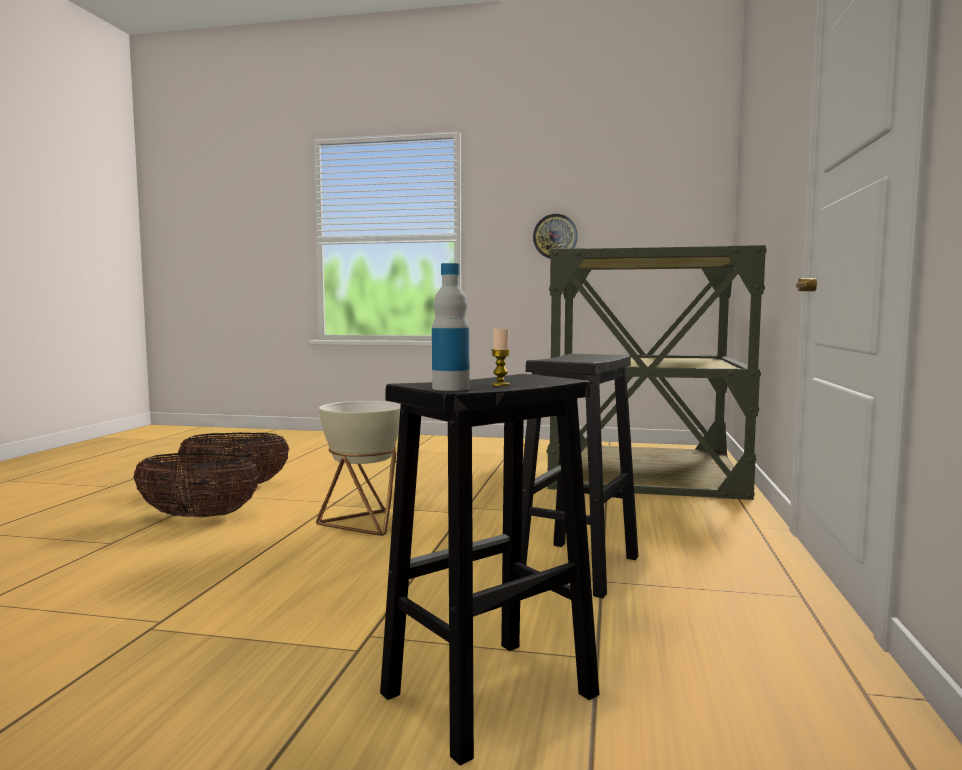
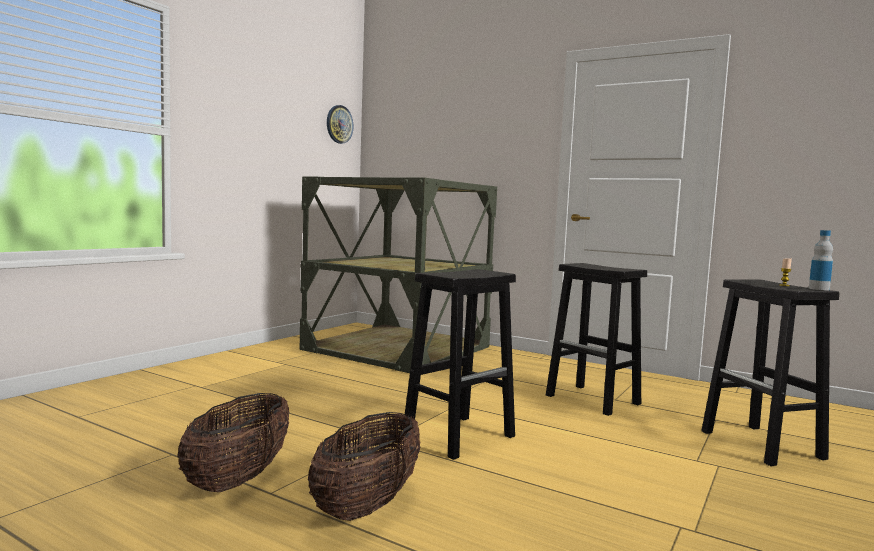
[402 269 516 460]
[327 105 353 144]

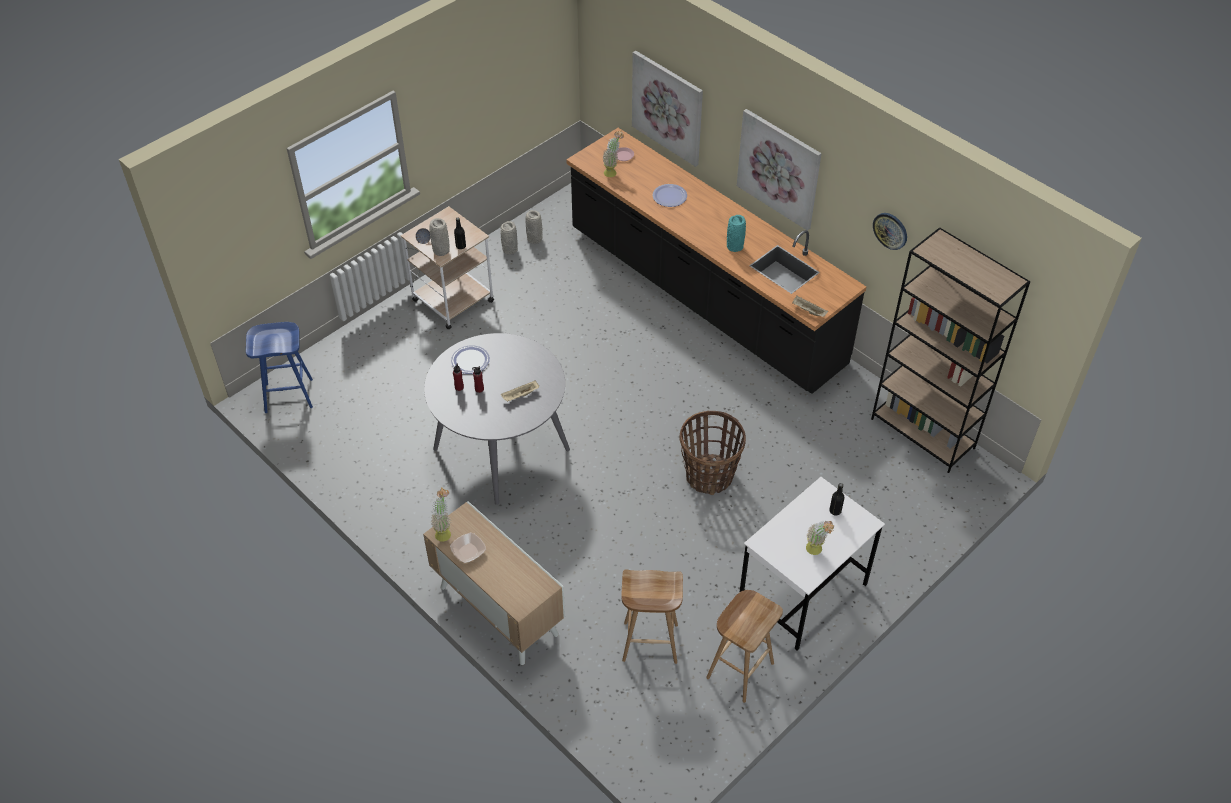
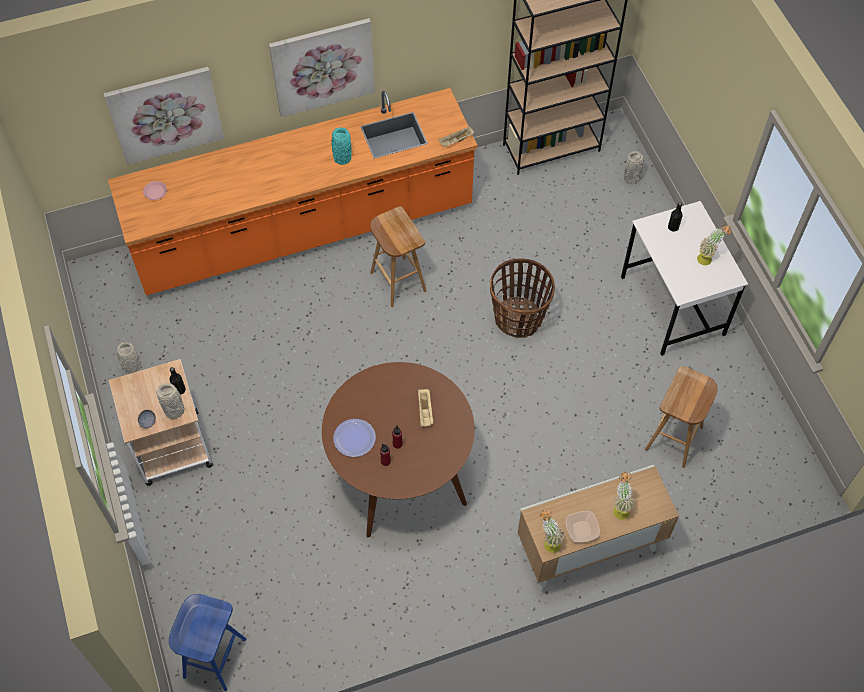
[322 362 475 538]
[624 151 644 184]
[108 88 477 295]
[613 472 635 520]
[653 184 687 207] (first image)
[370 206 426 307]
[873 213 907 250] (first image)

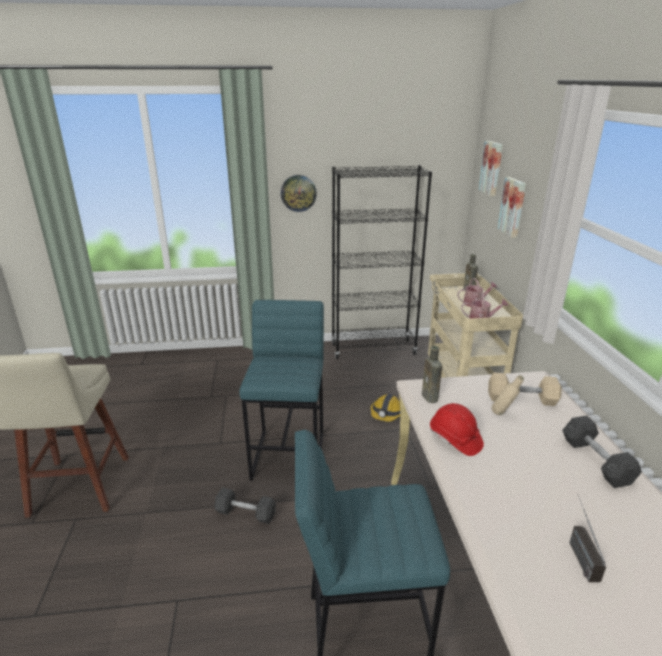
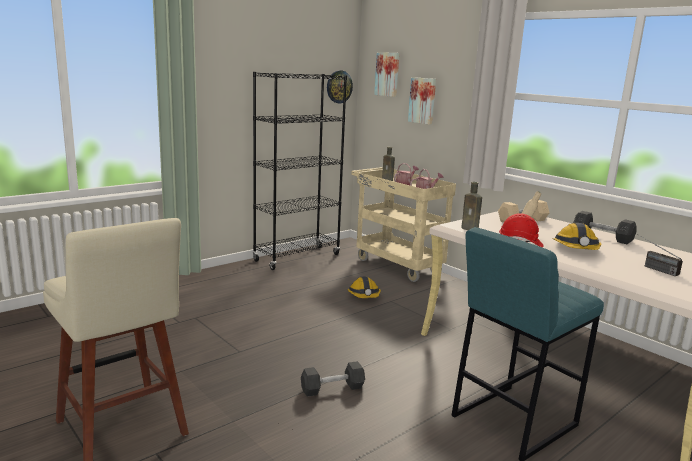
[239 300 324 481] (first image)
[327 70 353 103]
[552 223 602 250]

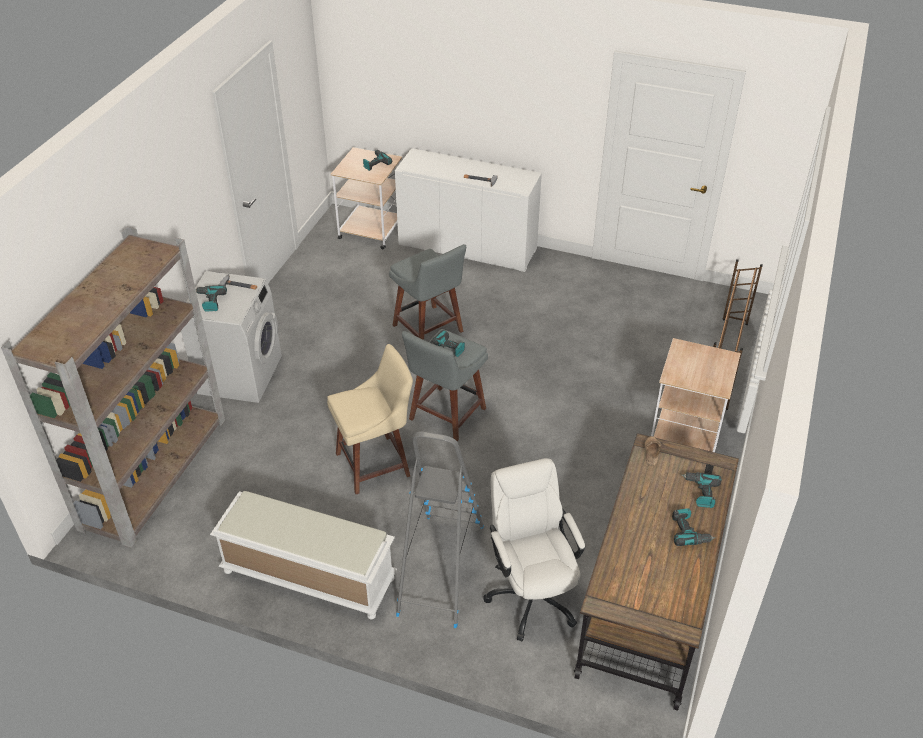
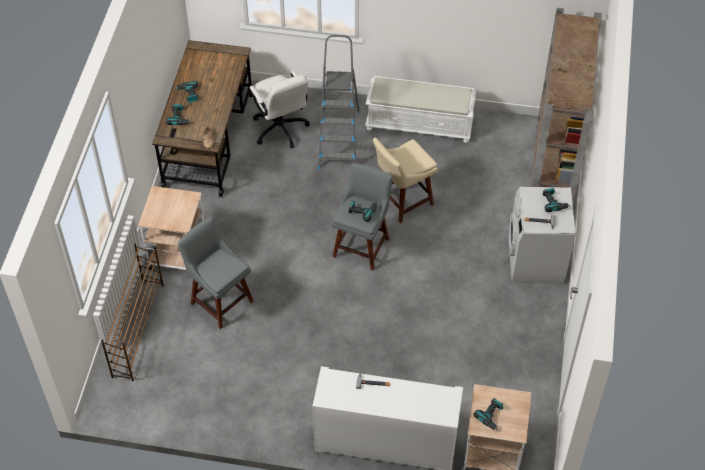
[178 217 254 329]

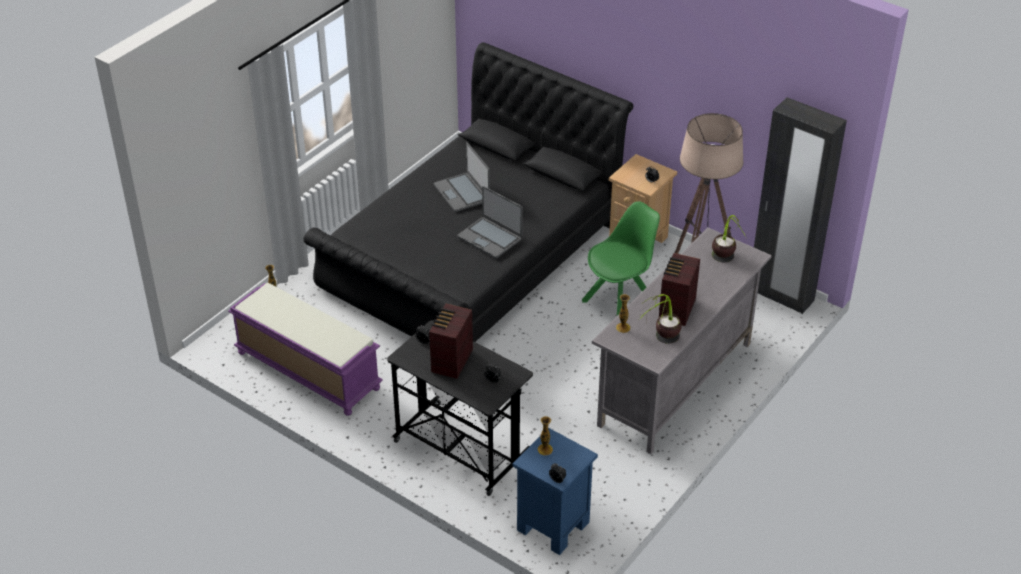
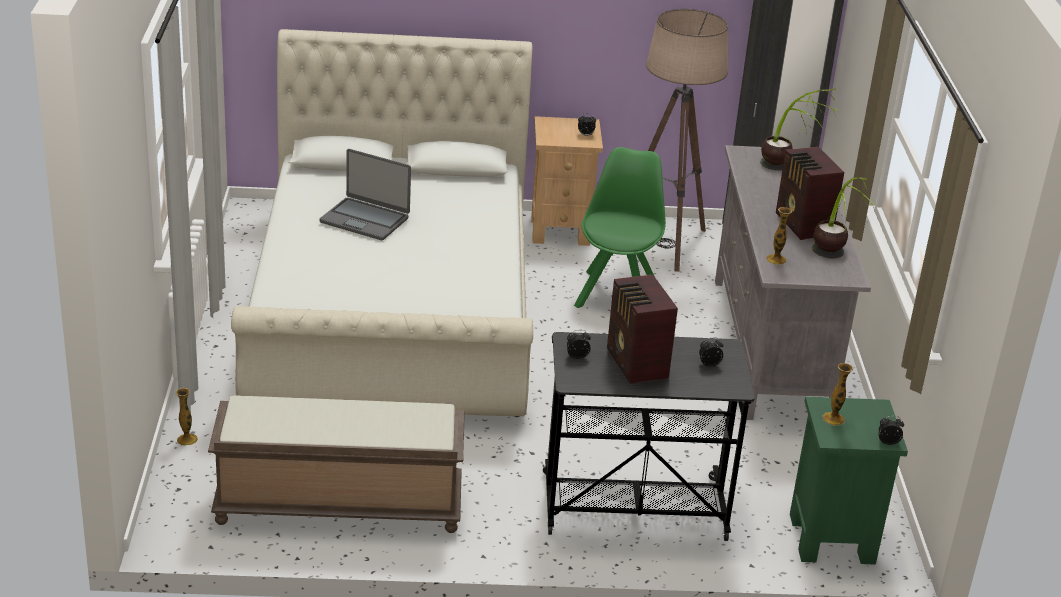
[208 395 465 533]
[231 29 533 417]
[458 186 523 258] (first image)
[790 396 908 565]

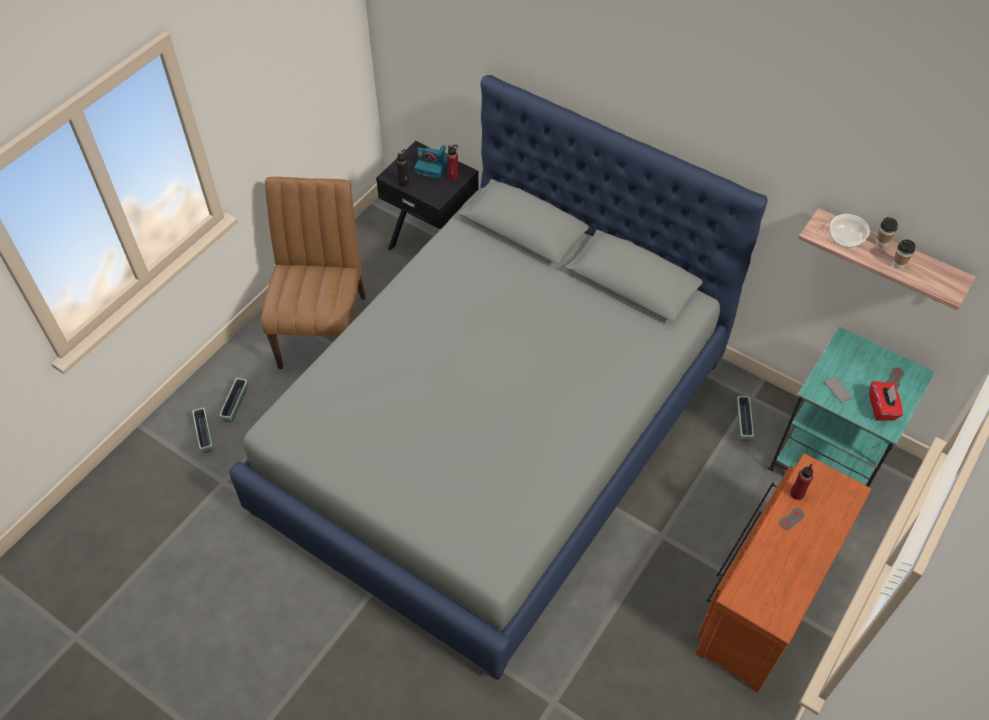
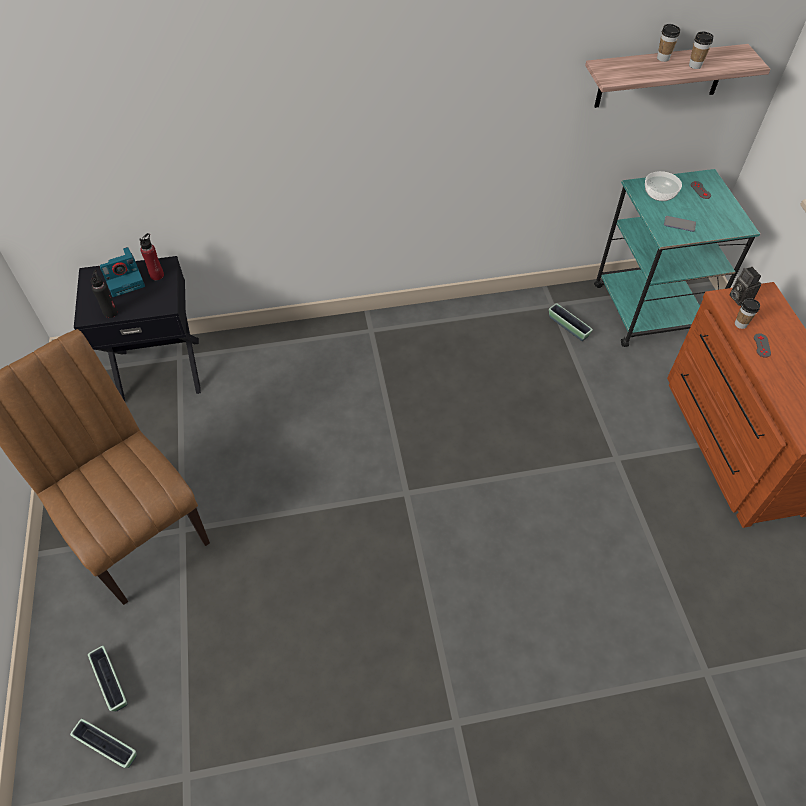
[229 75 768 680] (first image)
[735 298 760 329]
[645 171 682 201]
[869 381 903 421] (first image)
[730 267 761 306]

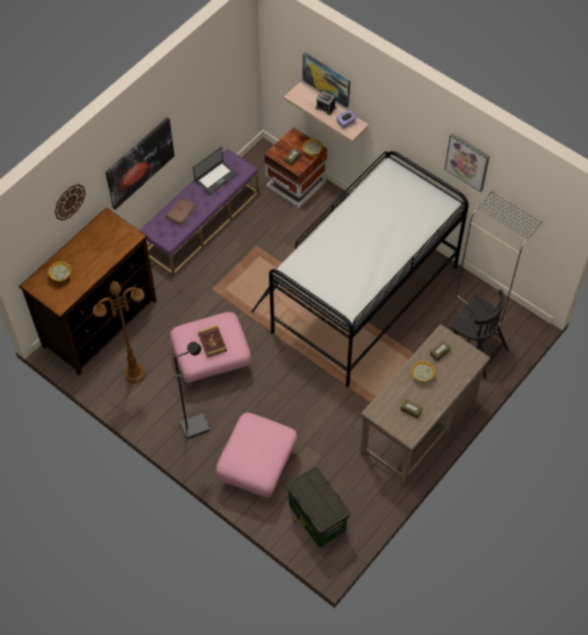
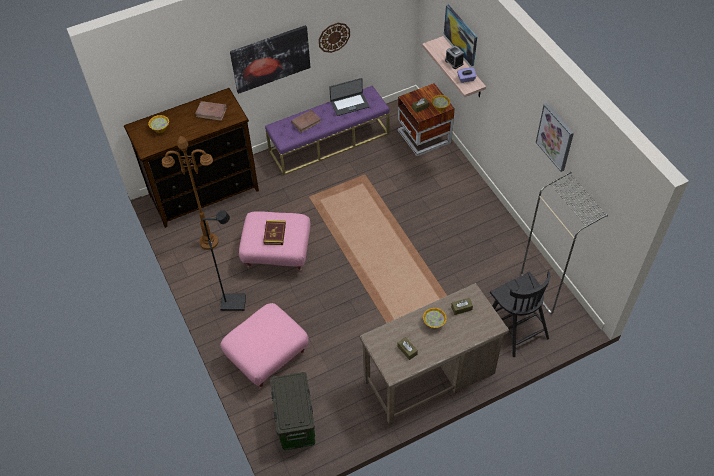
[319 23 350 53]
[251 151 469 387] (first image)
[195 101 227 121]

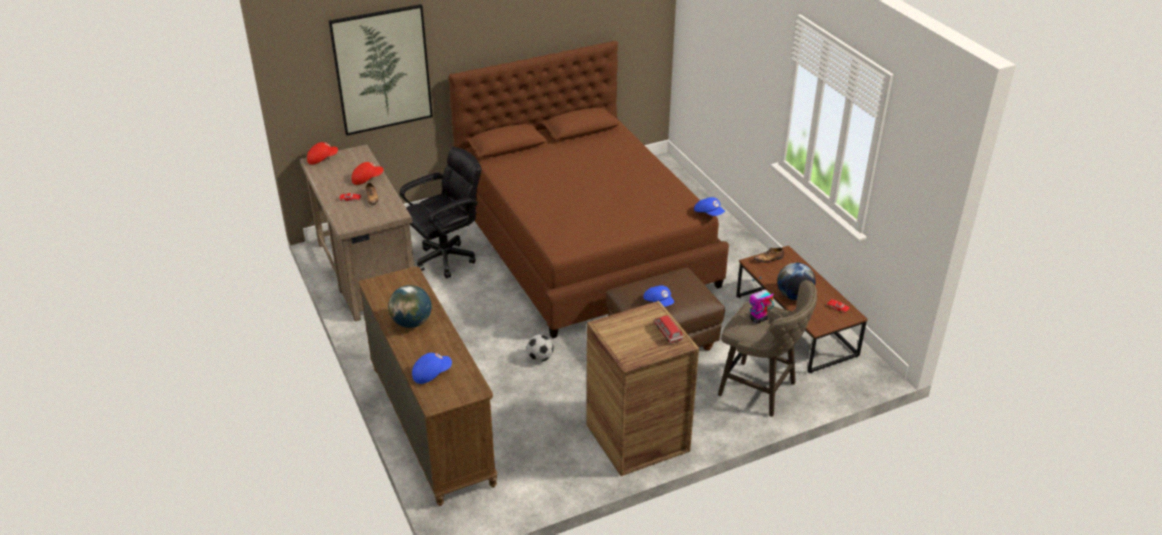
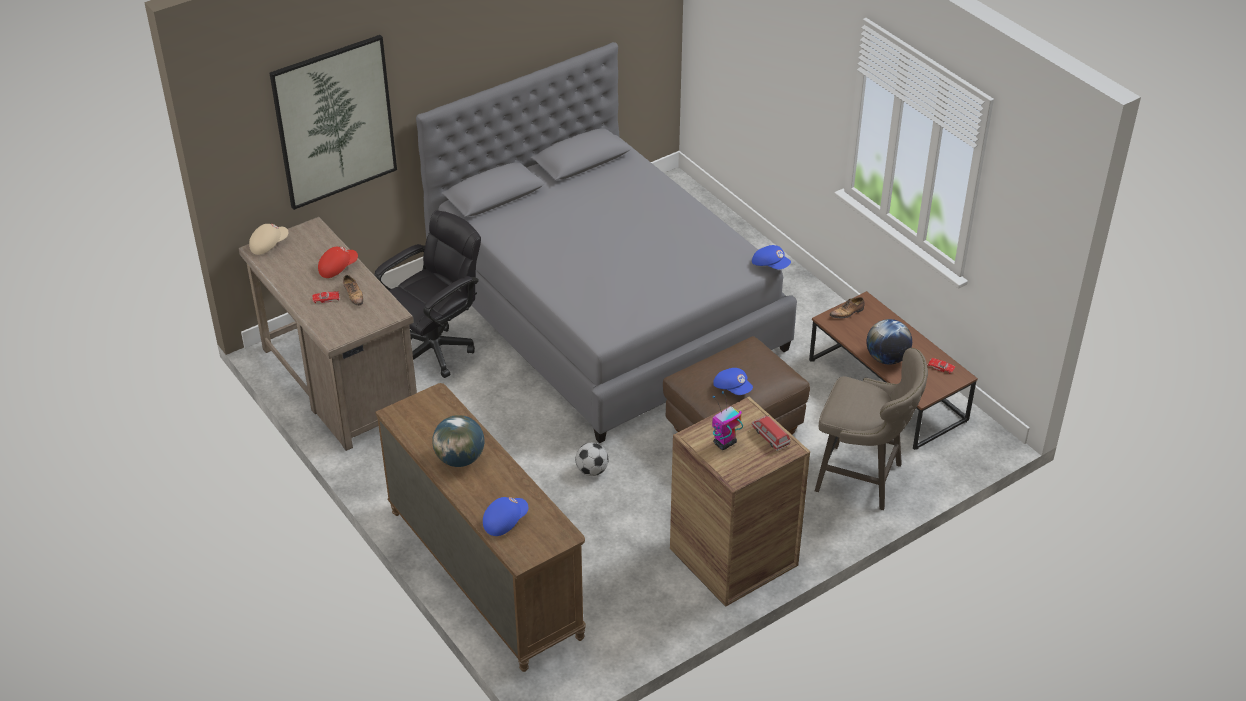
[249 224 288 255]
[416 42 797 443]
[712 391 743 450]

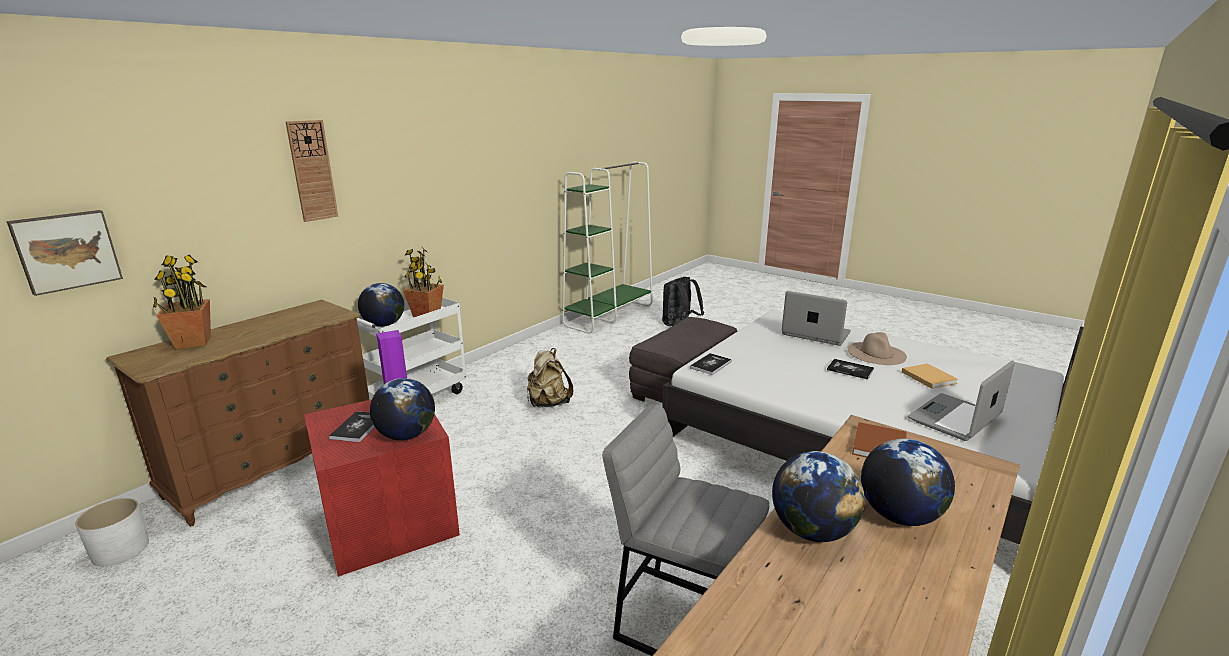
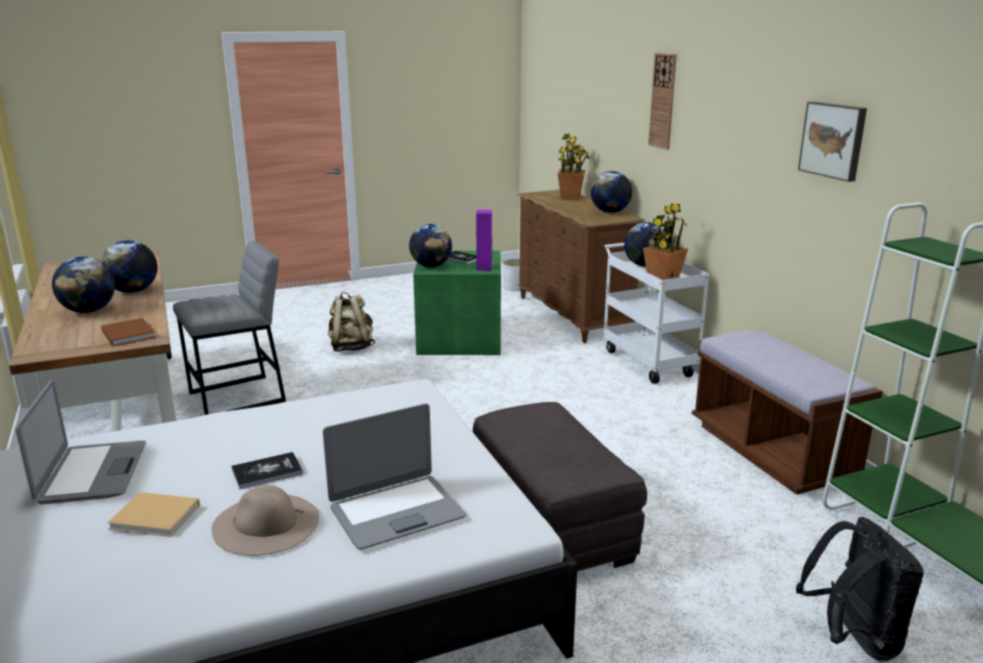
[798 102 867 182]
[413 251 501 355]
[327 292 375 352]
[690 353 732 375] (first image)
[591 171 632 213]
[692 330 883 495]

